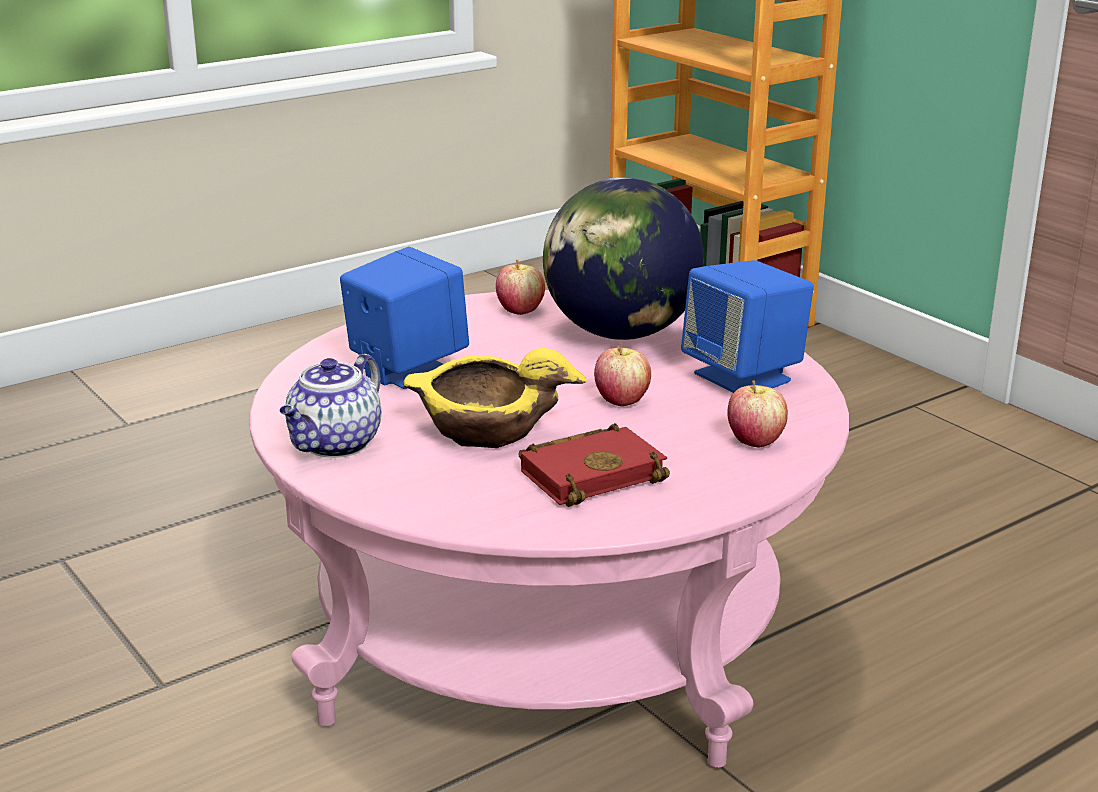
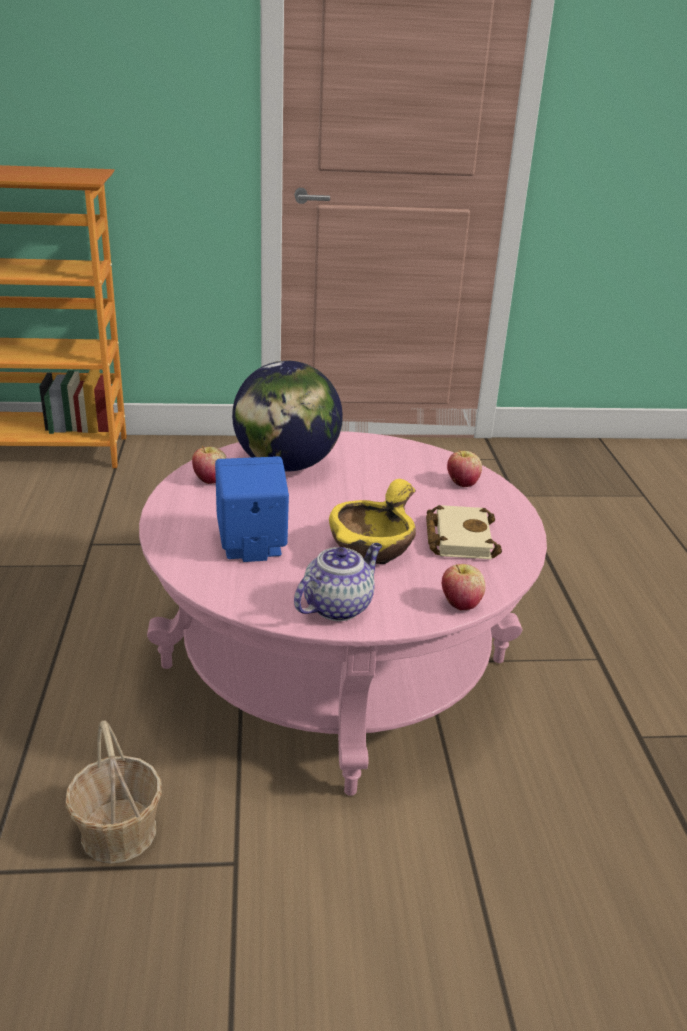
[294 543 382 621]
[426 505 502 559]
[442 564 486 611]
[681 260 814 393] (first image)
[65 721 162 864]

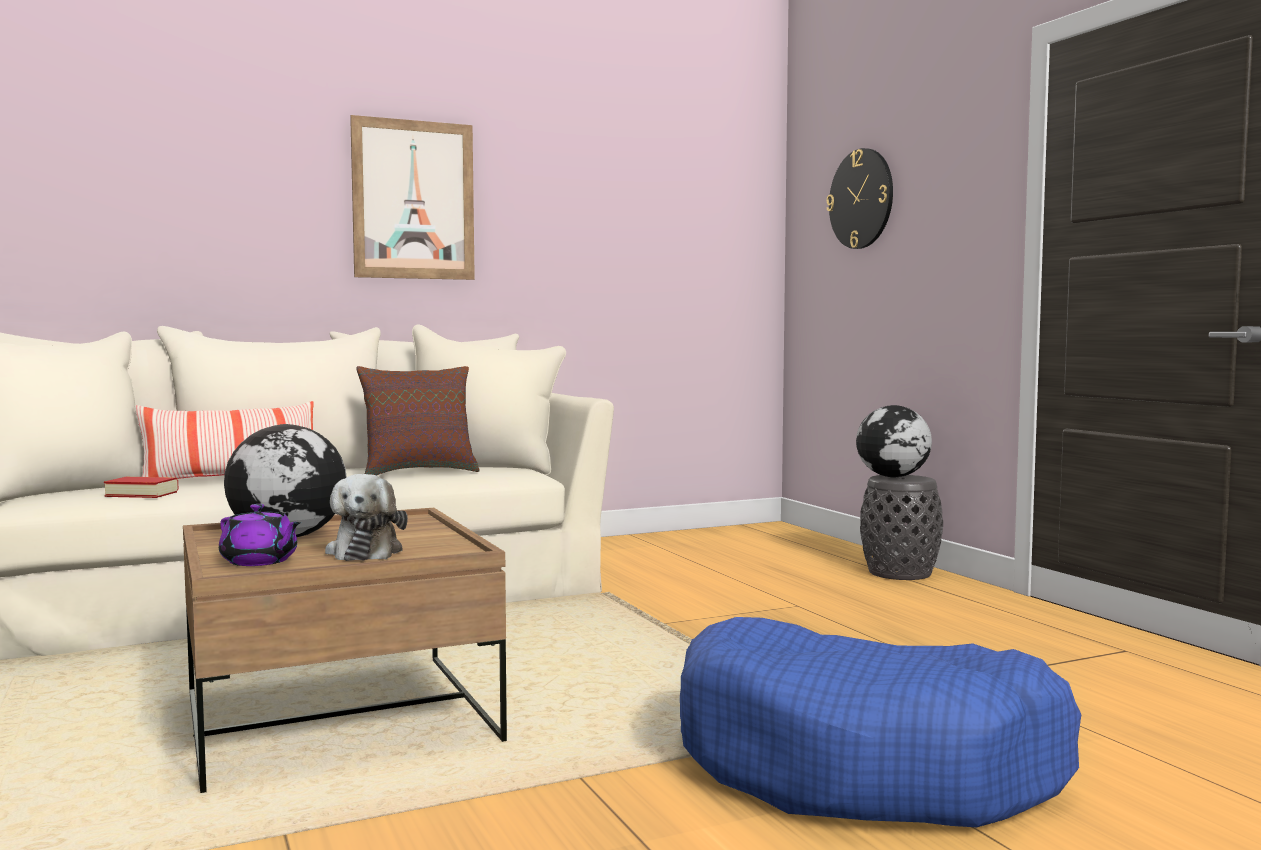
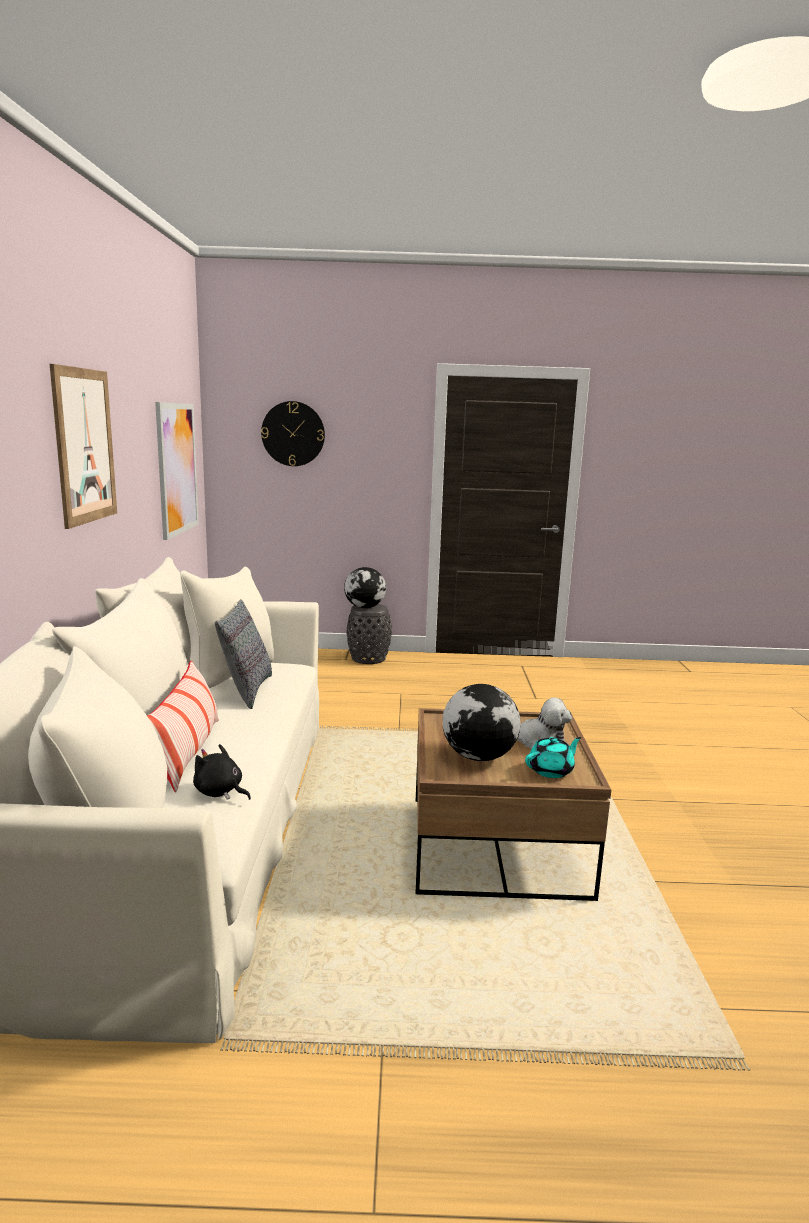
[193 744 251 800]
[525 737 581 778]
[215 599 272 709]
[680 617 1082 827] (first image)
[155 402 199 540]

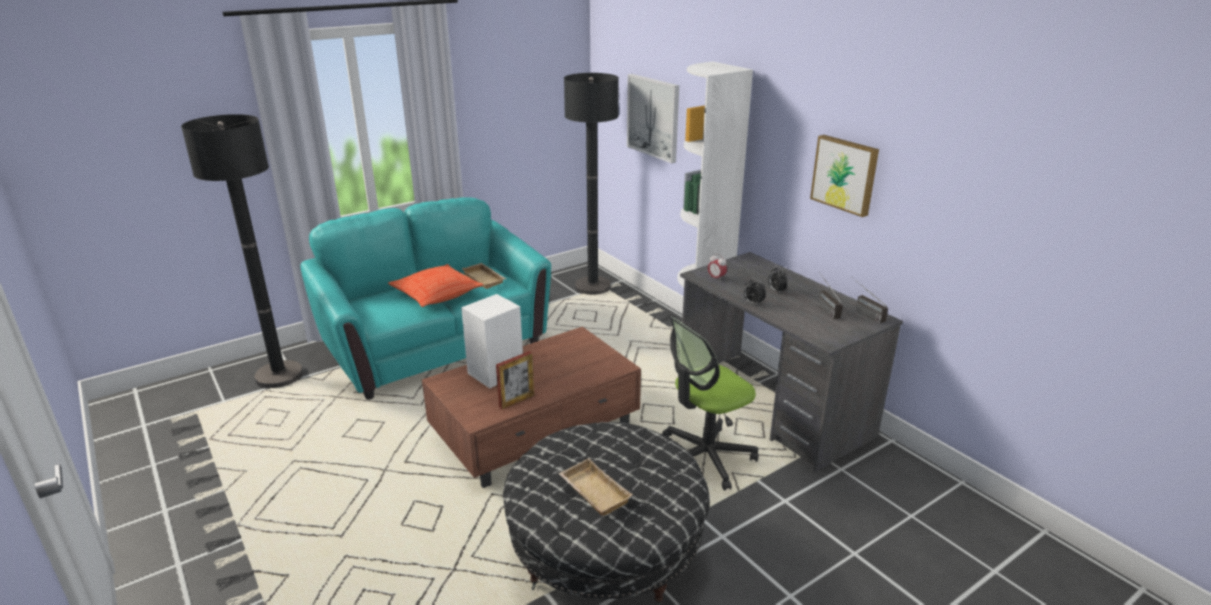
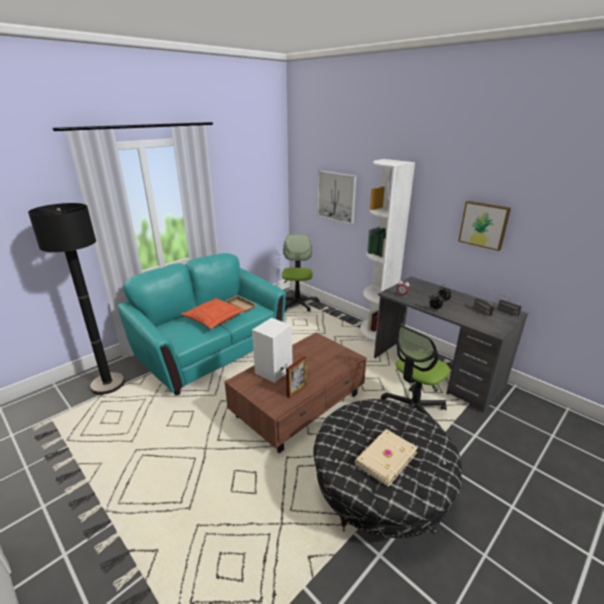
[355 429 418 487]
[282 235 320 312]

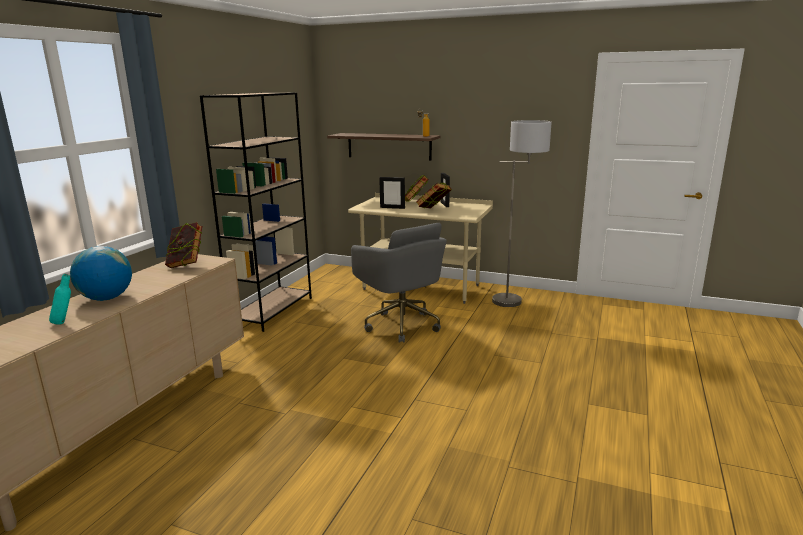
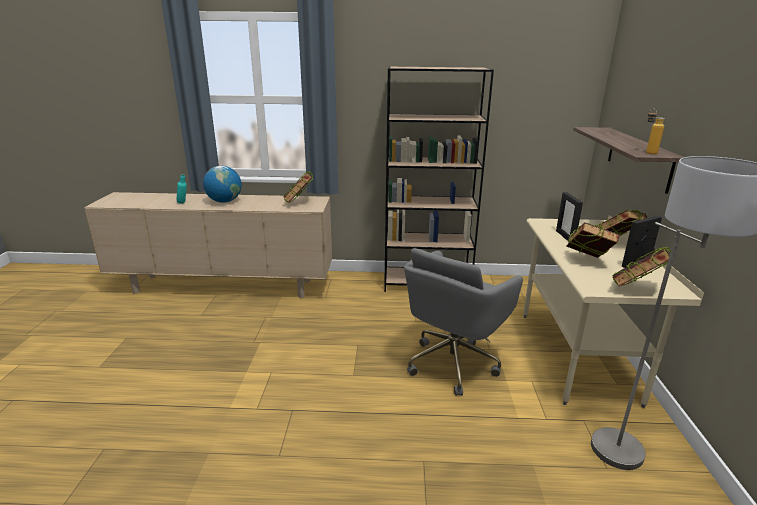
[612 247 671 286]

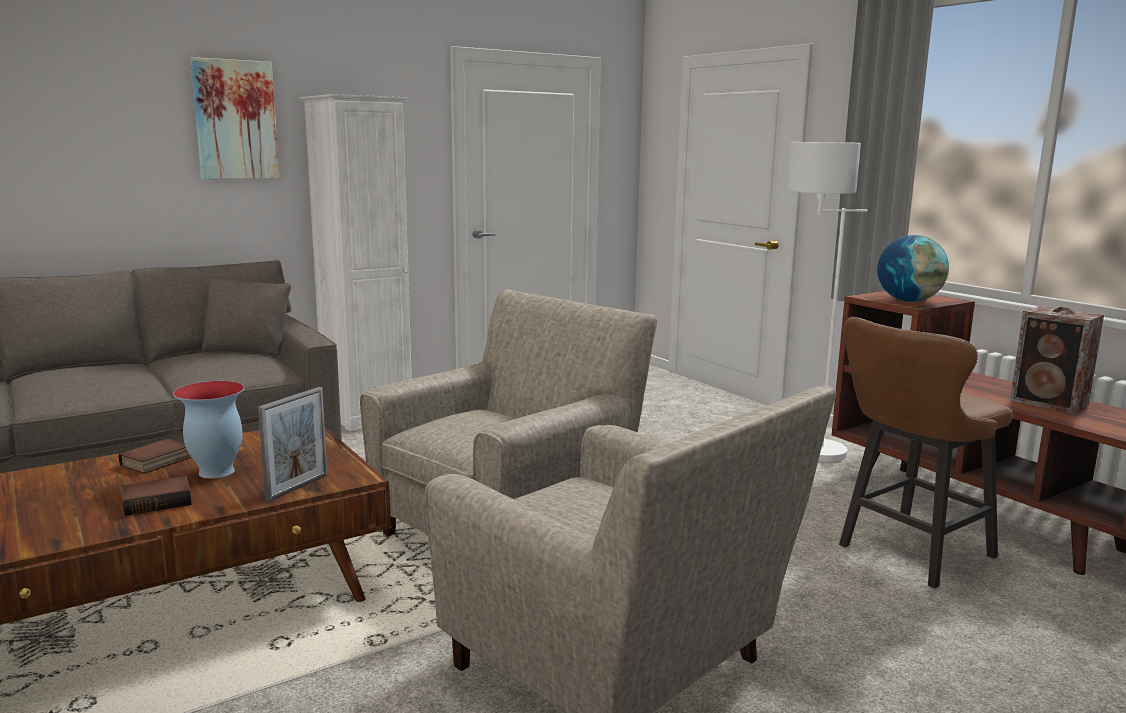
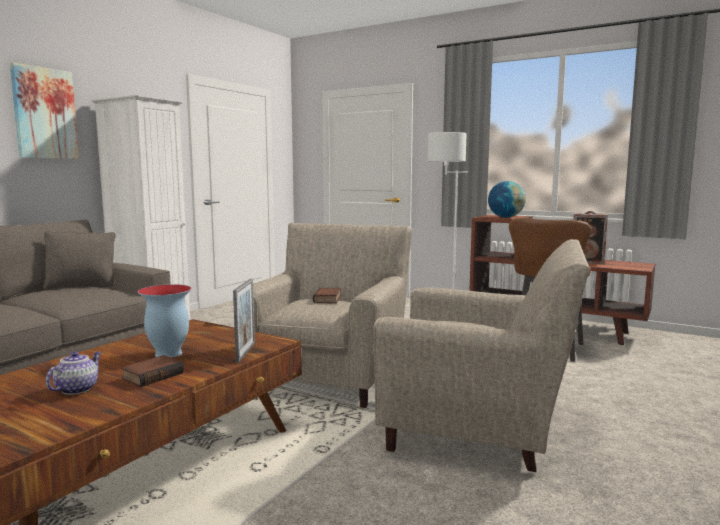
[313 288 341 303]
[45 351 101 395]

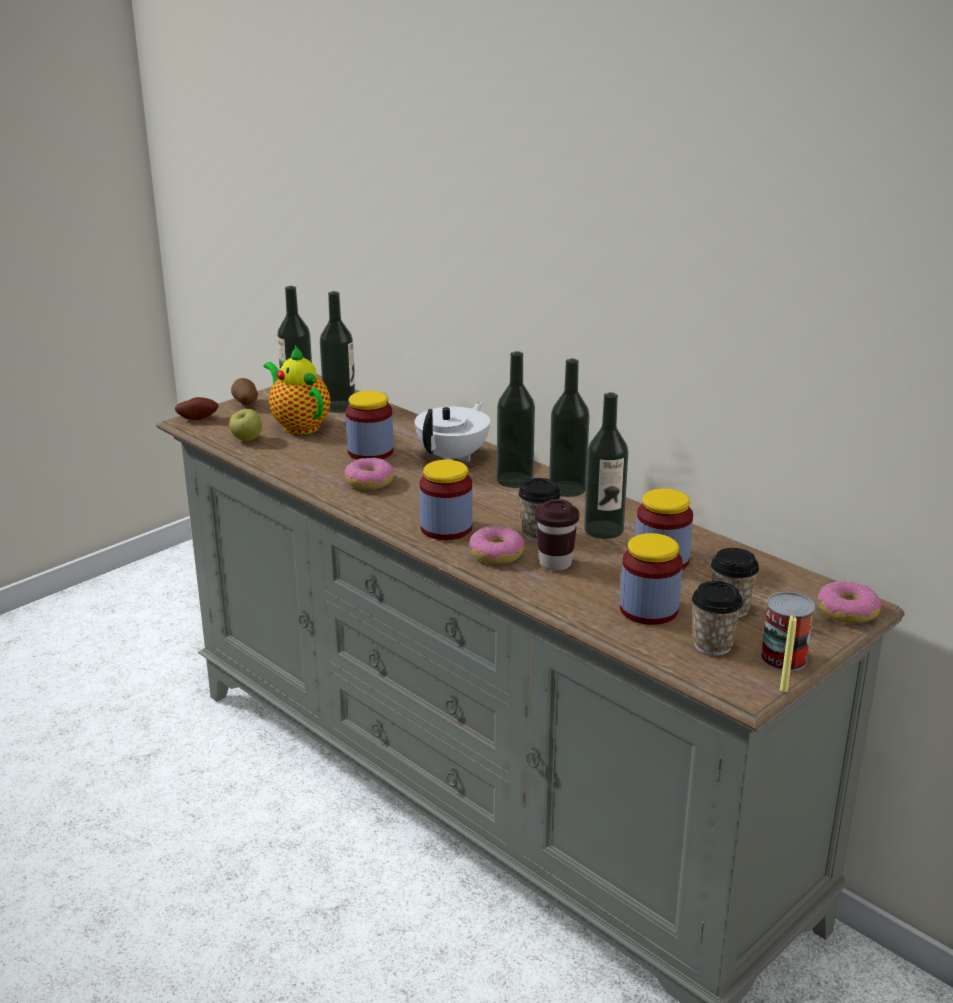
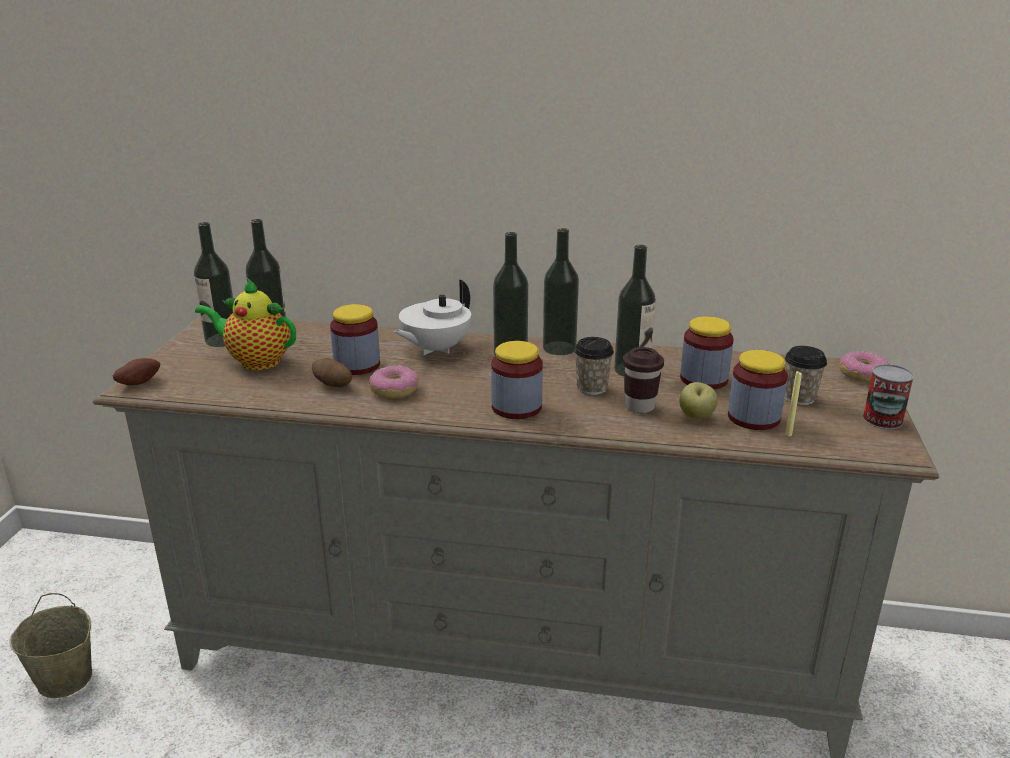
[679 382 718 419]
[312 358 352 387]
[393 280 471 355]
[469 526 524 564] (first image)
[692 581 743 655] (first image)
[785 371 802 436]
[9 593 92 698]

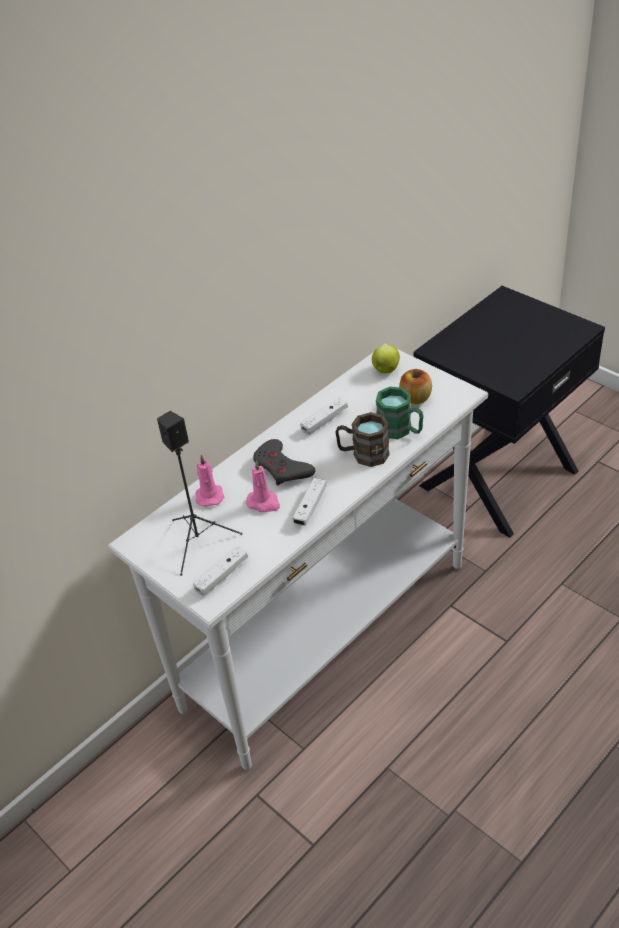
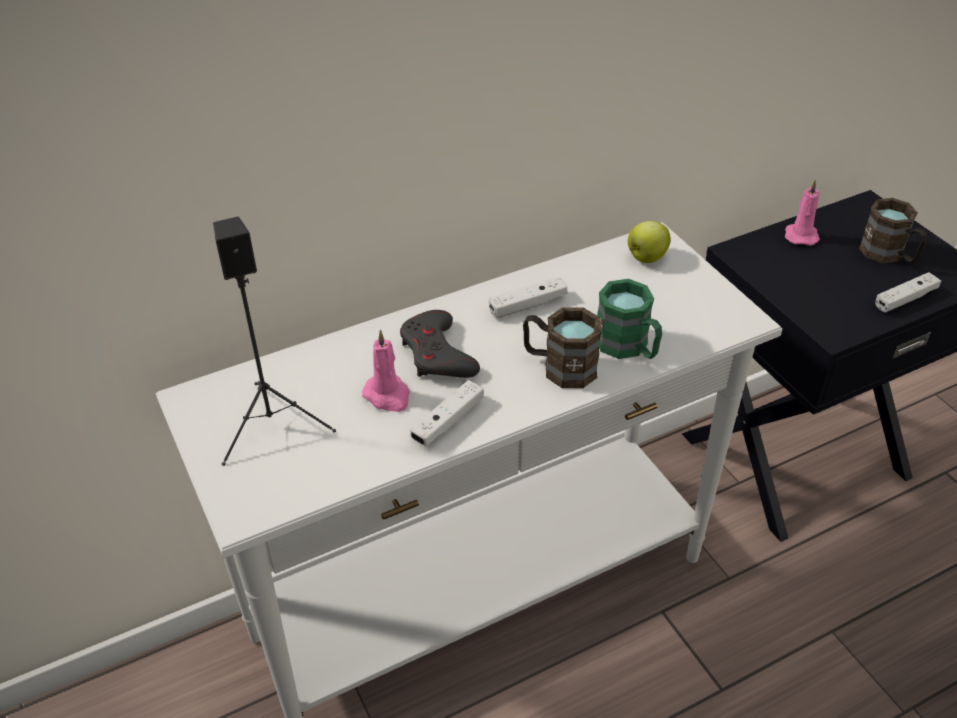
[875 272 941 313]
[785 179 820 246]
[399 369 432 405] (first image)
[859 198 927 264]

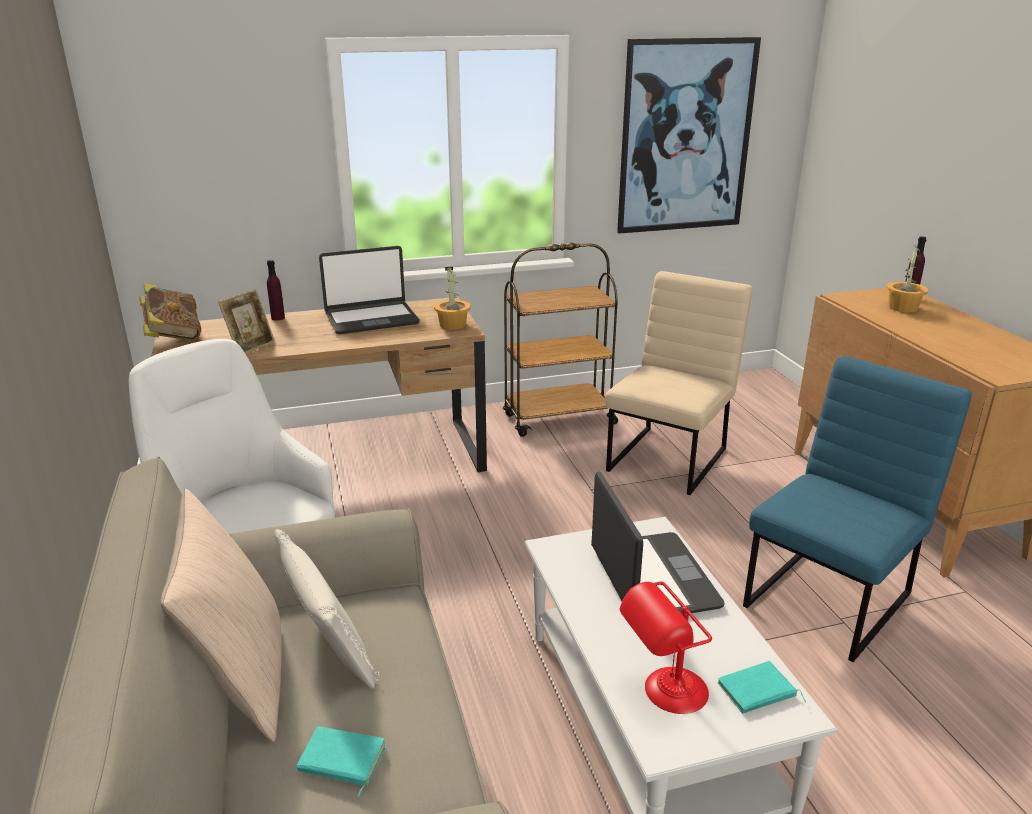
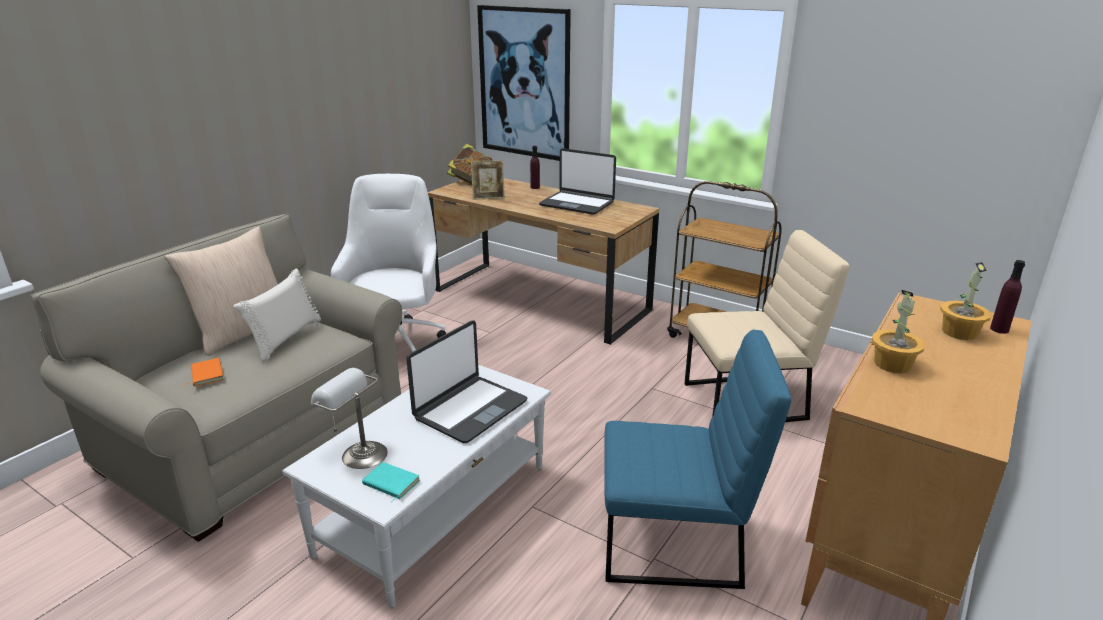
[184 358 224 387]
[871 290 925 373]
[477 5 571 161]
[311 368 388 469]

